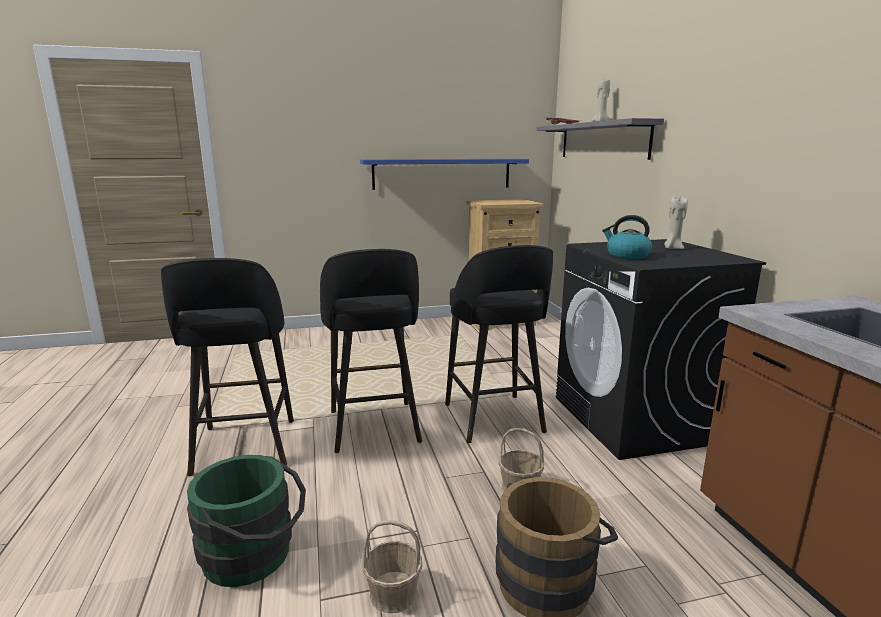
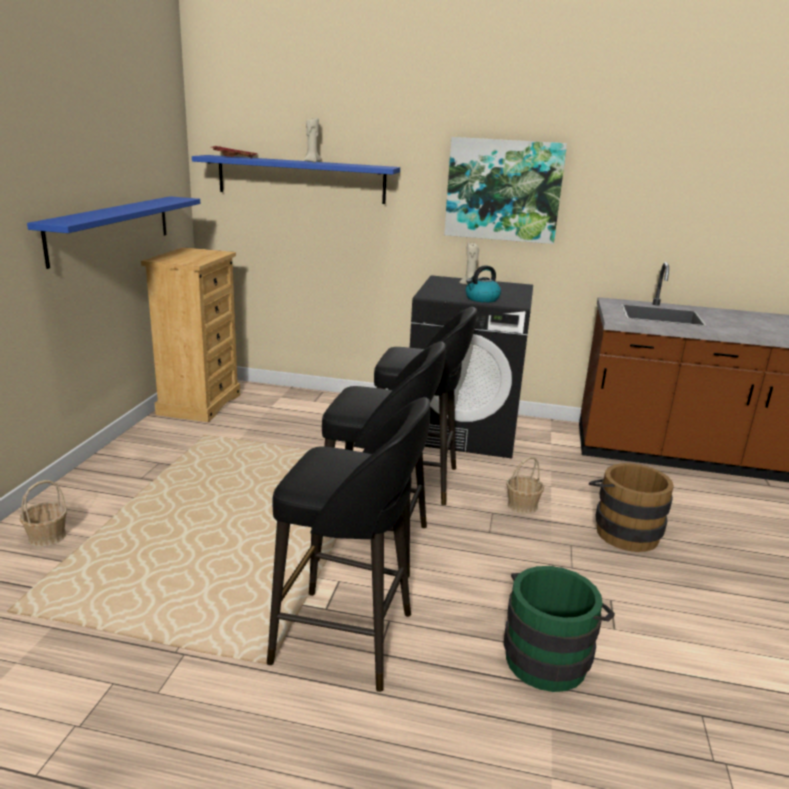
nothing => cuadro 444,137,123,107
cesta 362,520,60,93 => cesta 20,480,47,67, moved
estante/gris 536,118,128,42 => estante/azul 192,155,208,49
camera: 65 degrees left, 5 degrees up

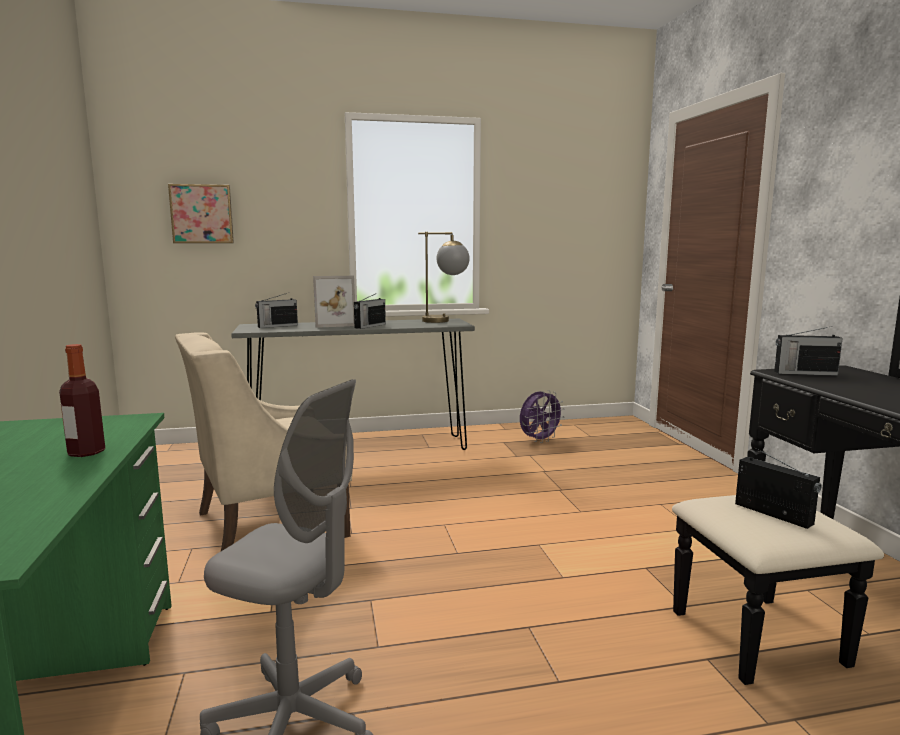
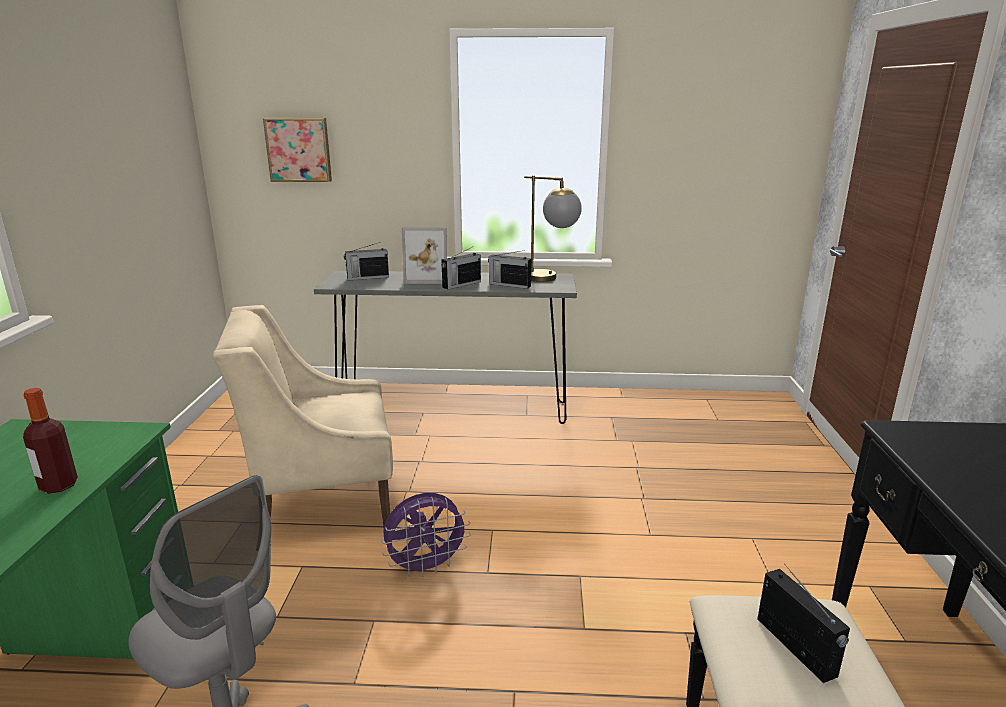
ventilador/morado 520,390,45,53 => ventilador/morado 381,493,89,84, moved
radio 774,326,69,50 => radio 488,251,44,38, moved
camera: 15 degrees right, 10 degrees up

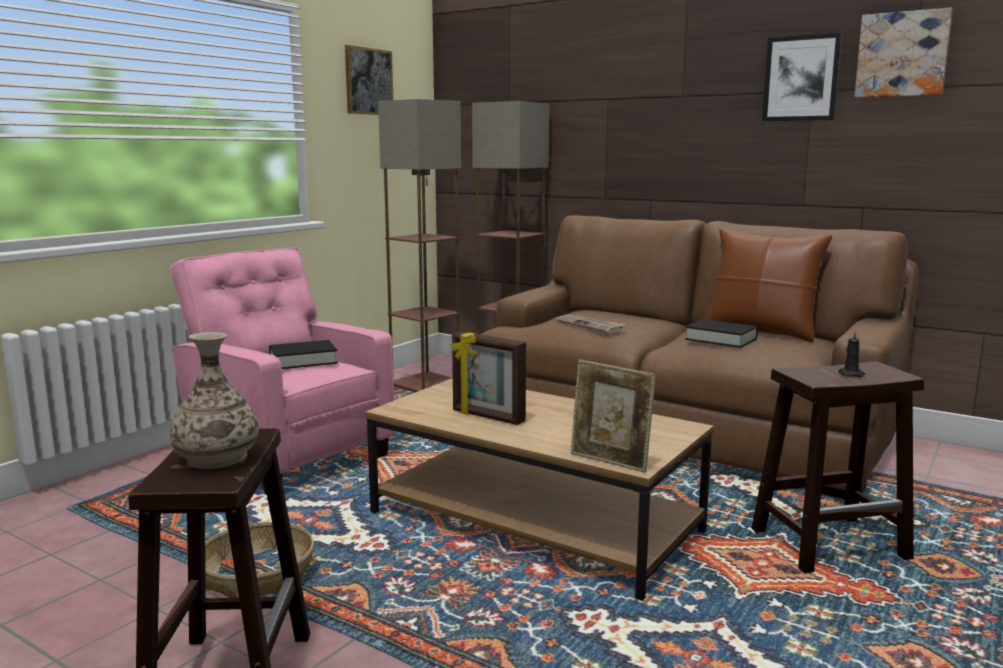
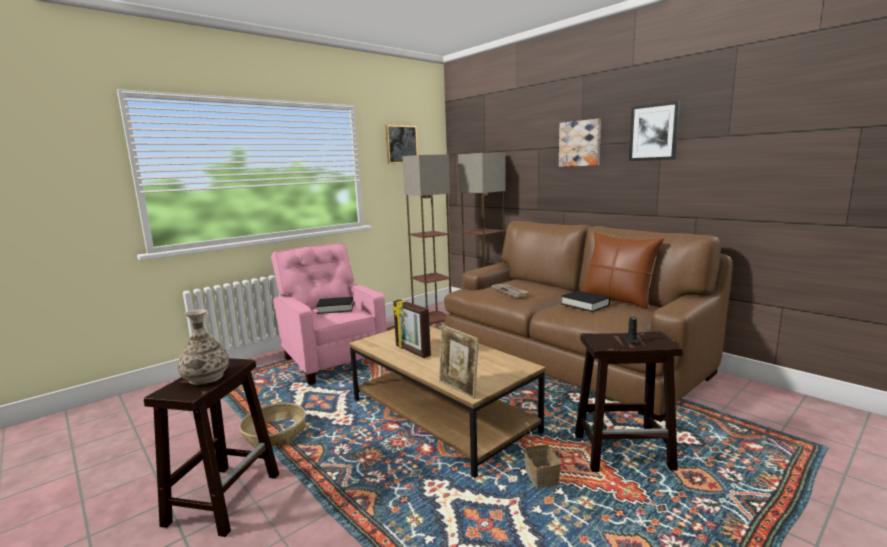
nothing => cesta 524,418,38,70
cuadro 854,8,99,90 => cuadro 559,119,42,48, moved
camera: 15 degrees right, 0 degrees up

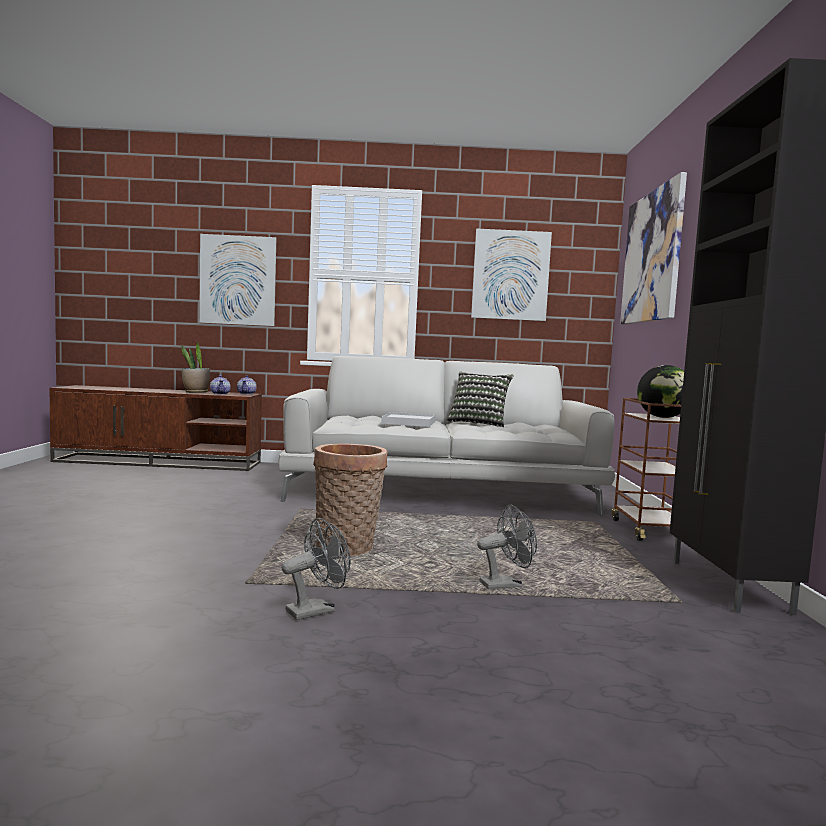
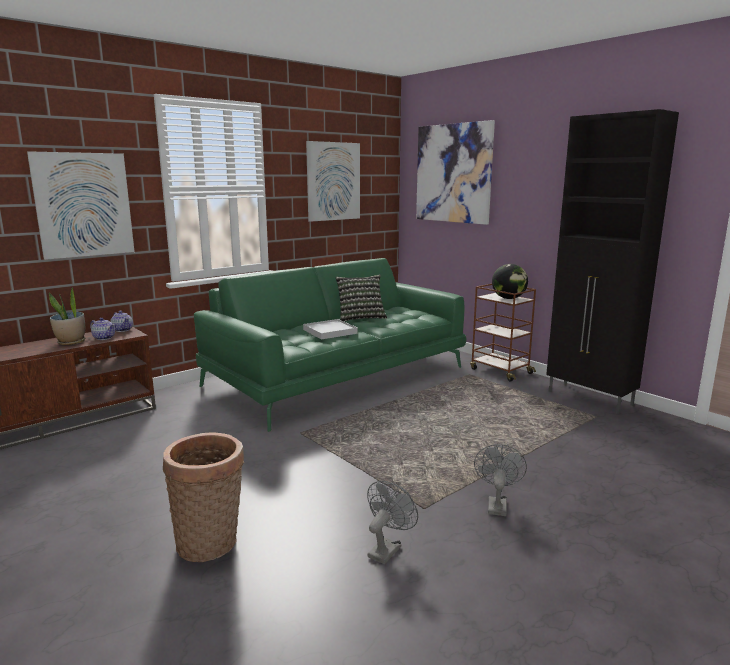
cesta 313,443,74,113 => cesta 163,432,81,130, moved
ventilador/gris 477,505,60,84 => ventilador/gris 367,481,51,83, moved
sofá/blanco 278,356,337,160 => sofá/verde 194,258,272,174
camera: 40 degrees left, 10 degrees up

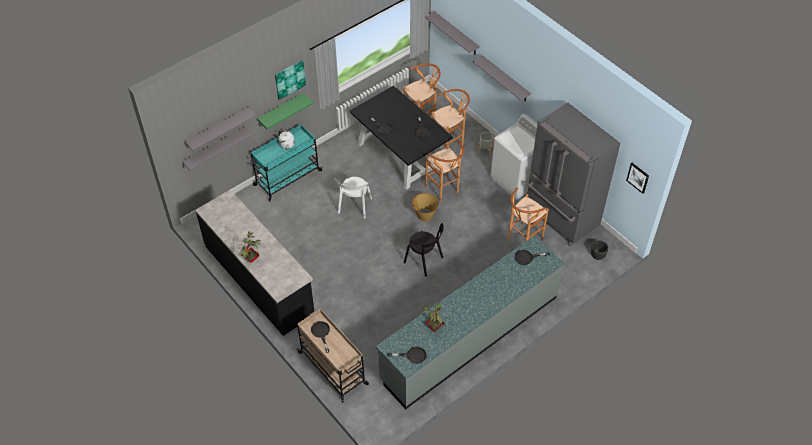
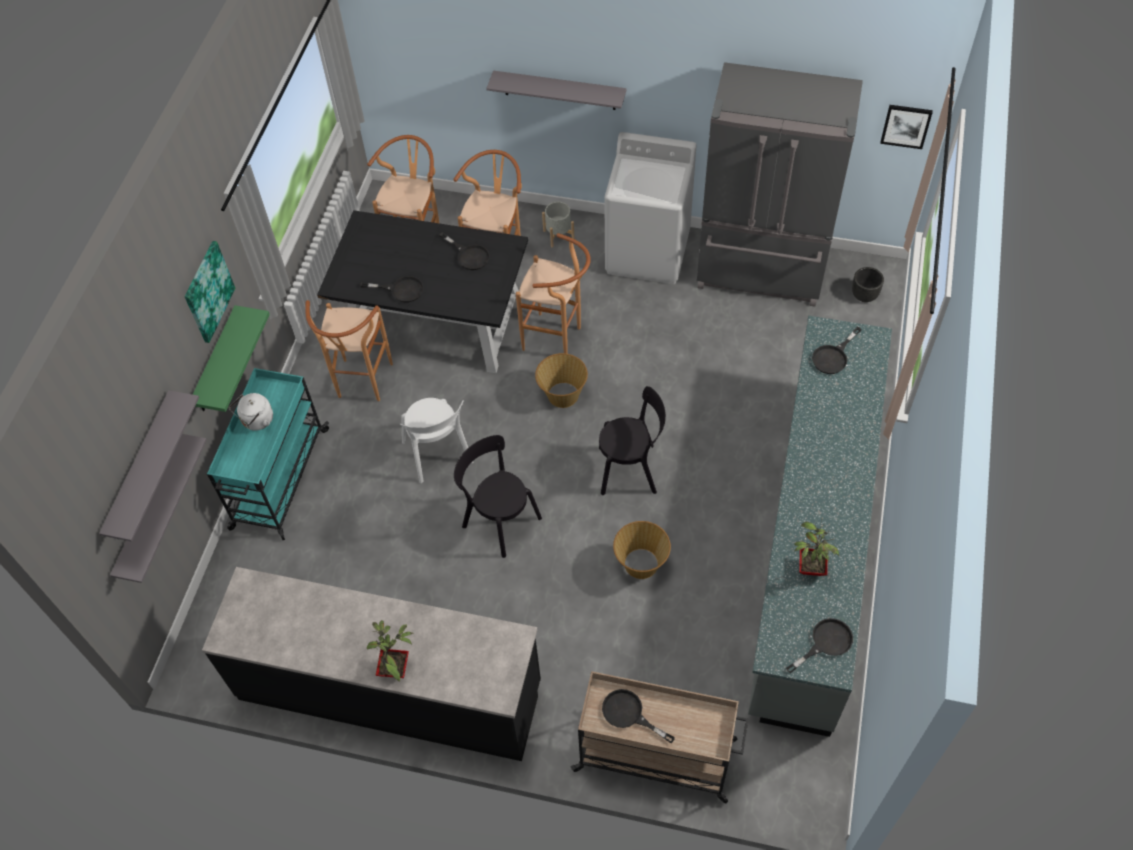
estante/gris 425,11,55,44 => nothing
nothing => silla/negro 454,435,88,123
nothing => cesta 613,521,58,58
taburete/marrón 508,187,41,55 => taburete/marrón 305,300,88,101, moved
camera: 35 degrees left, 5 degrees up

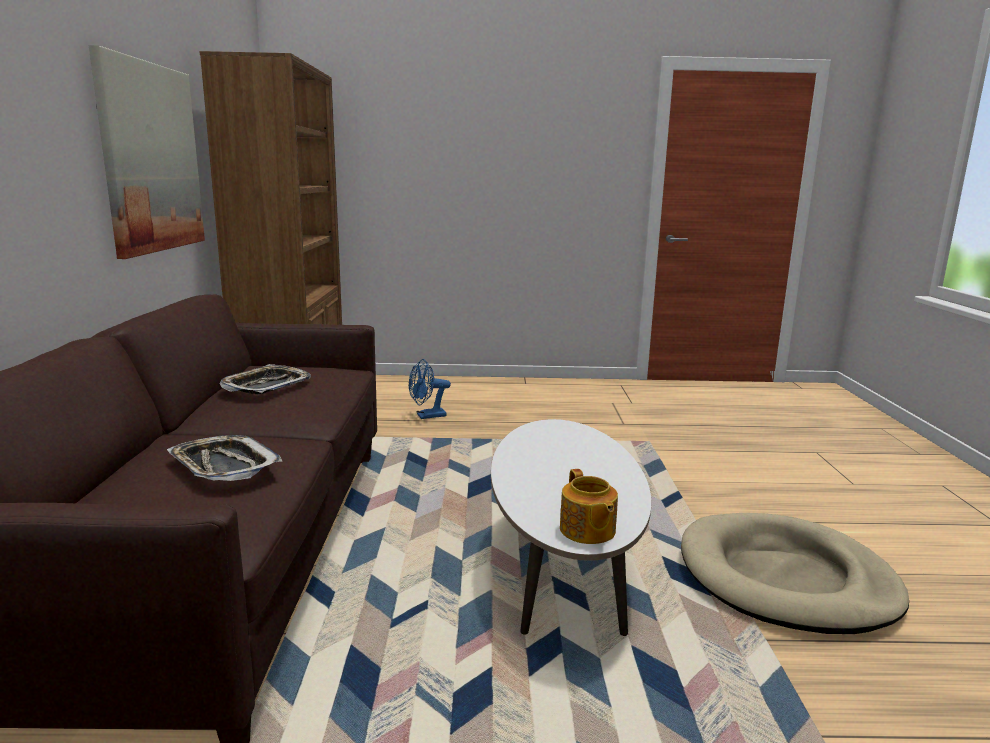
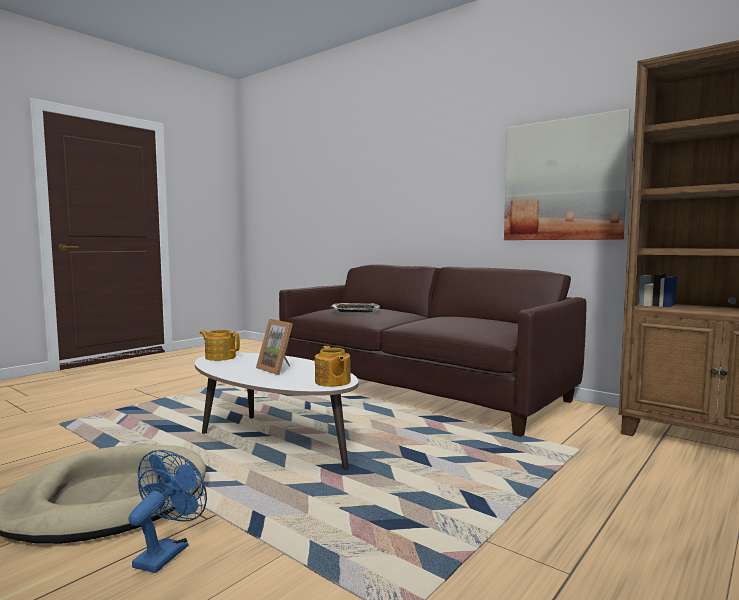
bandeja 219,364,92,30 => nothing
nothing => portarretratos 256,319,37,56
nothing => tetera 315,346,36,41
ventilador/azul 409,359,42,60 => ventilador/azul 128,450,79,123, moved
camera: 130 degrees right, 10 degrees down

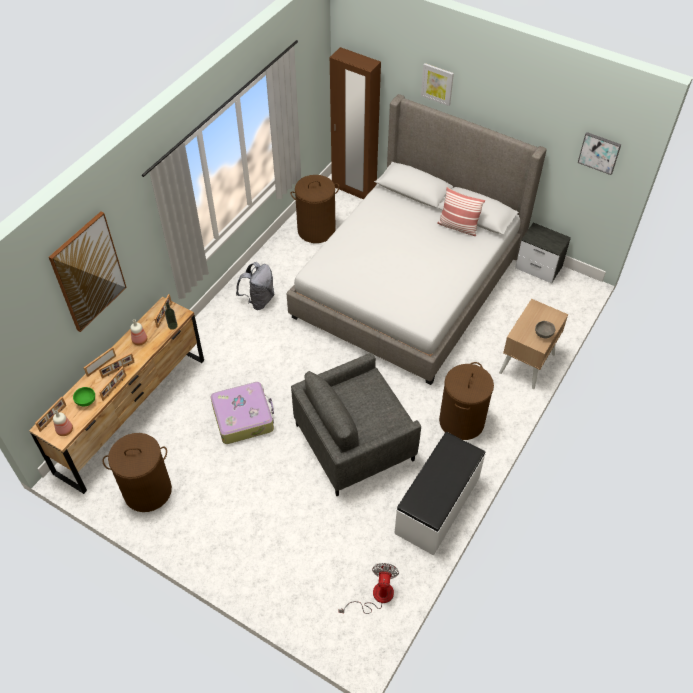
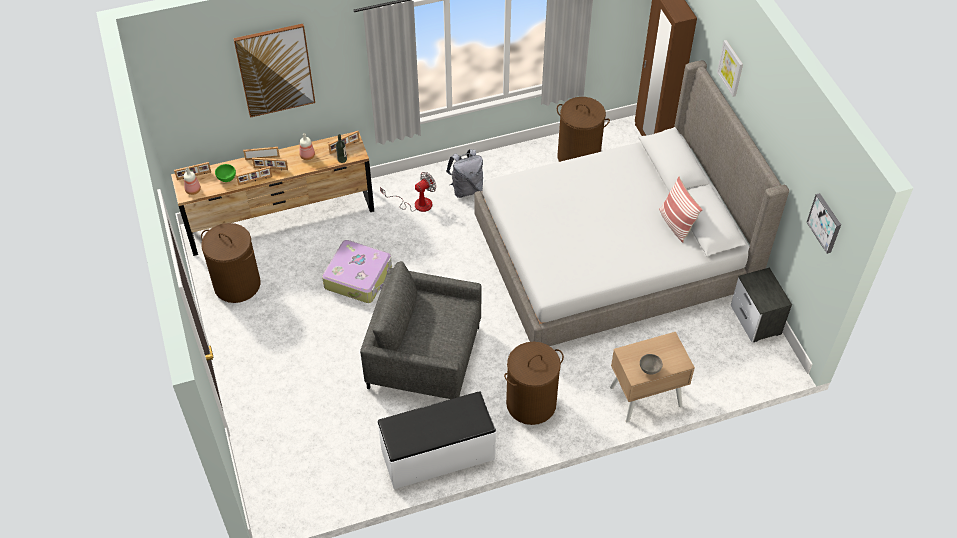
ventilador 338,563,61,51 => ventilador 380,172,56,40, moved
camera: 40 degrees right, 0 degrees up

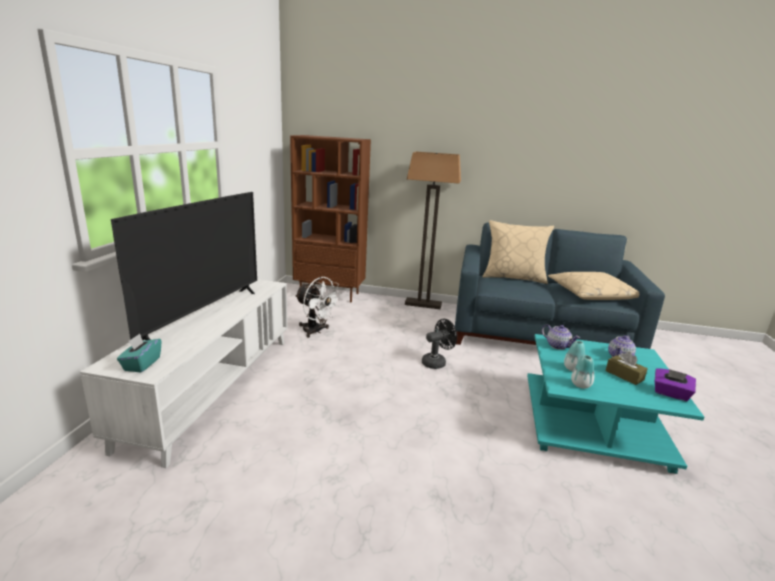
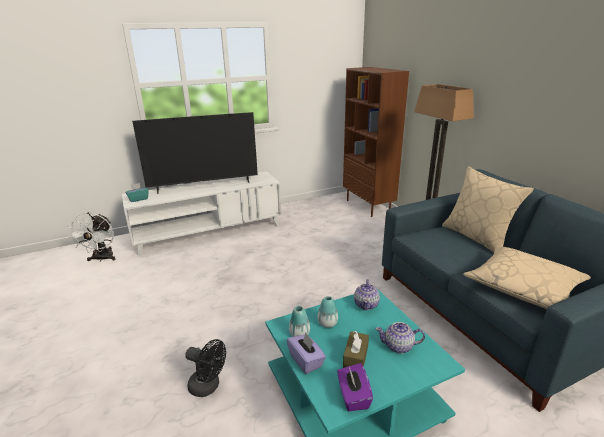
nothing => caja de pañuelos/morado 287,332,39,42
ventilador/blanco 295,277,47,61 => ventilador/blanco 68,212,47,50, moved
ventilador/negro 422,319,35,50 => ventilador/negro 185,339,41,58, moved
camera: 55 degrees right, 5 degrees up

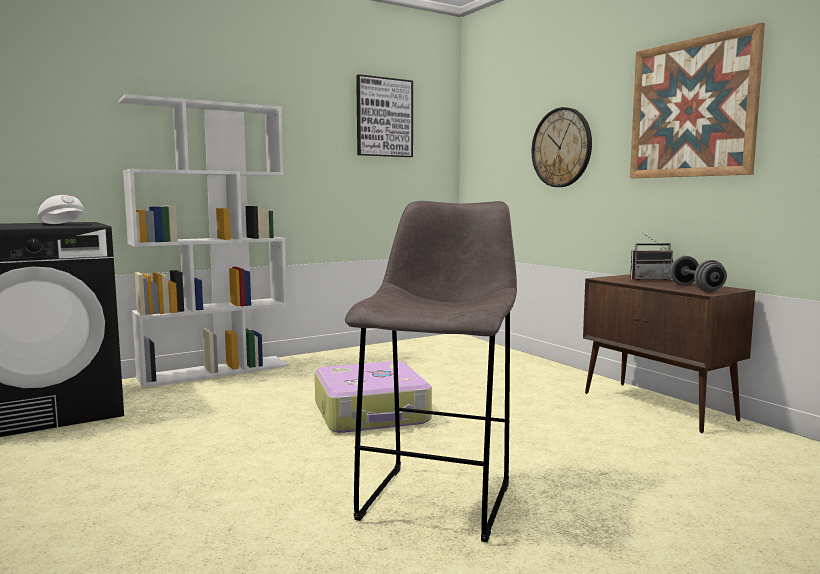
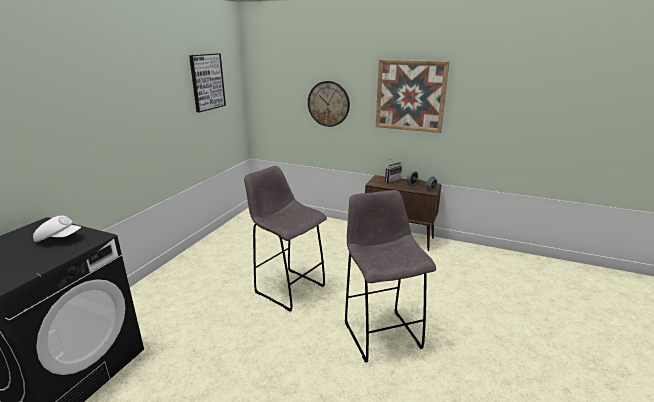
estantería/blanco 118,94,171,294 => nothing
maleta 315,361,117,72 => taburete/gris 244,166,83,146
camera: 35 degrees left, 15 degrees up

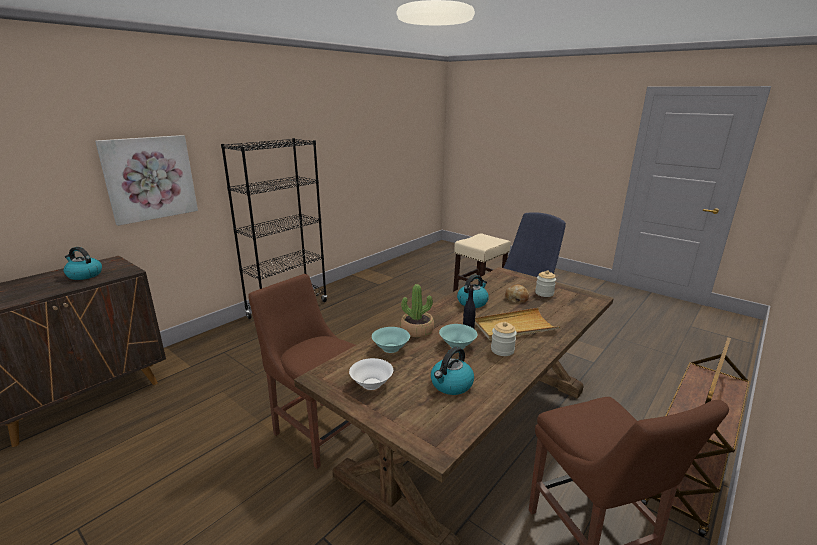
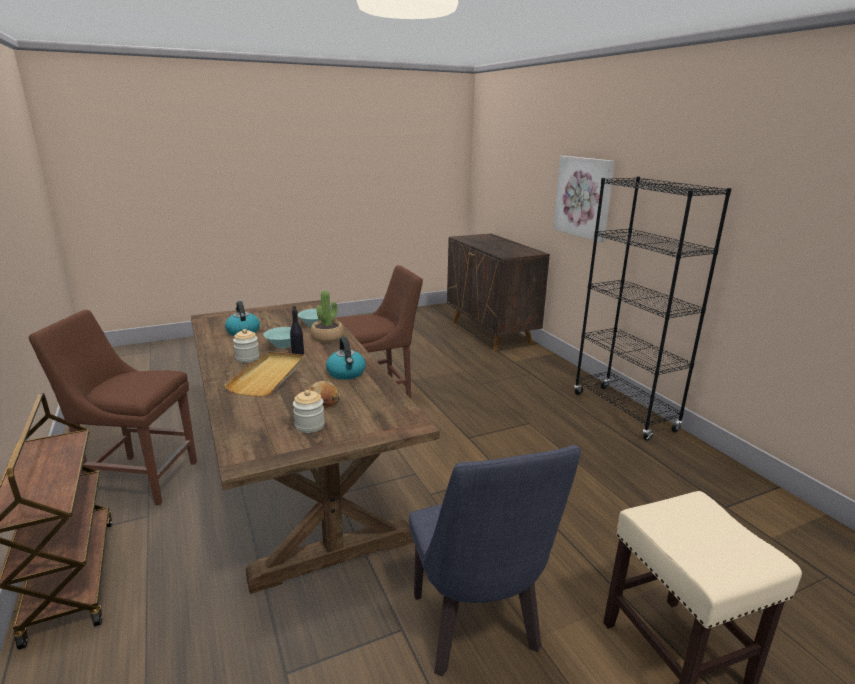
hervidor 64,247,38,33 => nothing
cuenco/blanco 349,358,44,32 => nothing
camera: 115 degrees right, 0 degrees up

